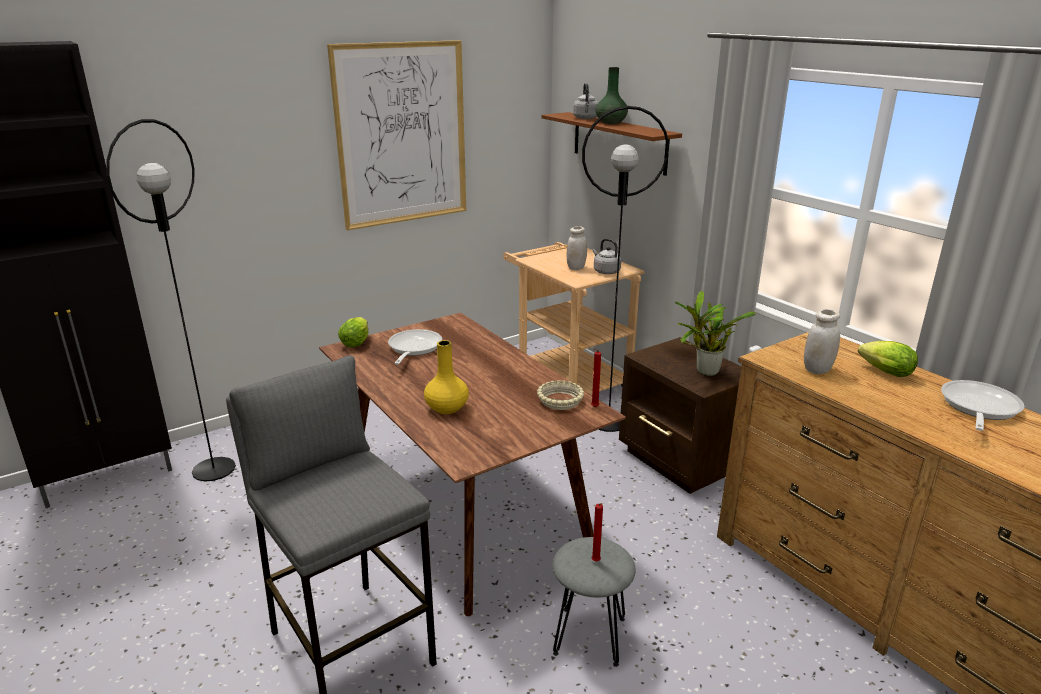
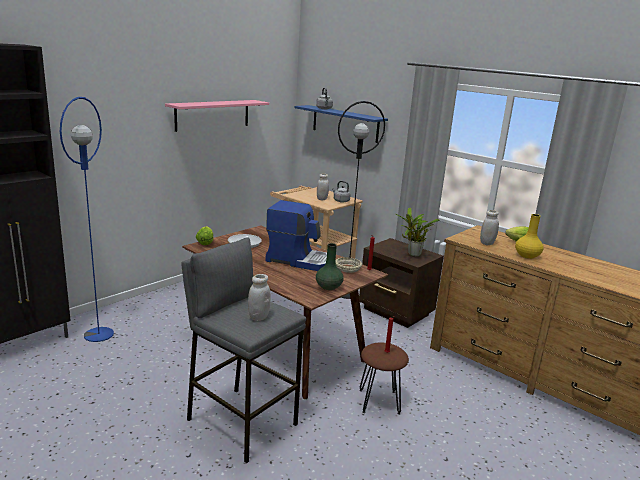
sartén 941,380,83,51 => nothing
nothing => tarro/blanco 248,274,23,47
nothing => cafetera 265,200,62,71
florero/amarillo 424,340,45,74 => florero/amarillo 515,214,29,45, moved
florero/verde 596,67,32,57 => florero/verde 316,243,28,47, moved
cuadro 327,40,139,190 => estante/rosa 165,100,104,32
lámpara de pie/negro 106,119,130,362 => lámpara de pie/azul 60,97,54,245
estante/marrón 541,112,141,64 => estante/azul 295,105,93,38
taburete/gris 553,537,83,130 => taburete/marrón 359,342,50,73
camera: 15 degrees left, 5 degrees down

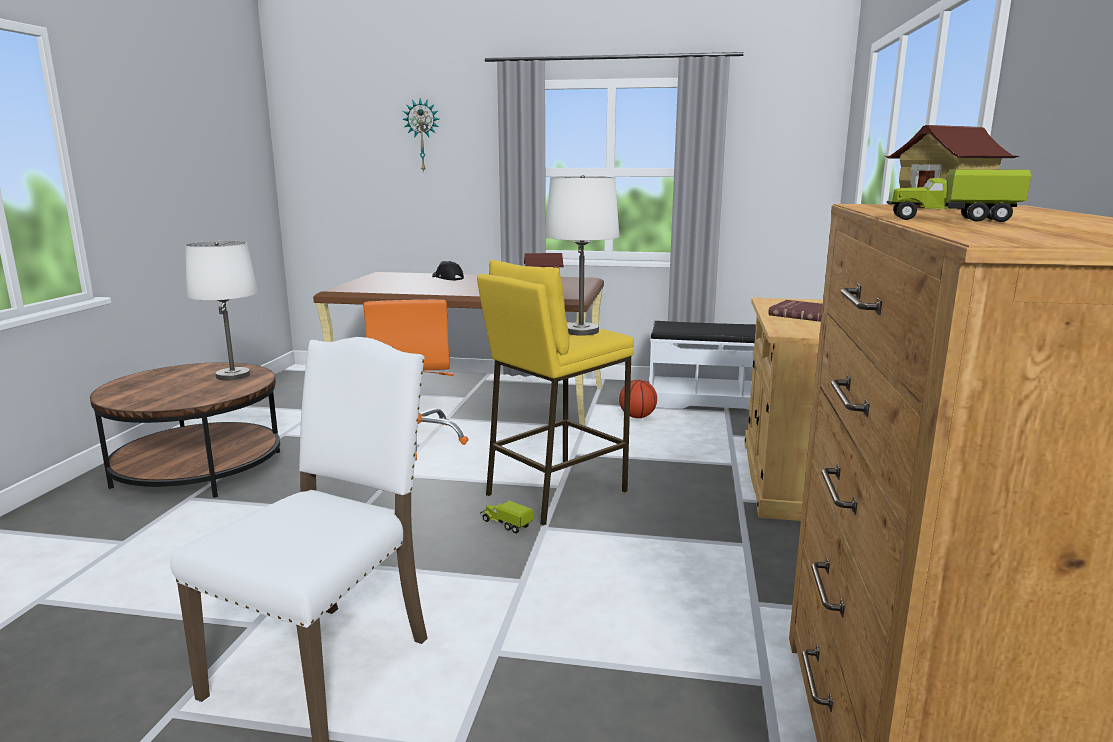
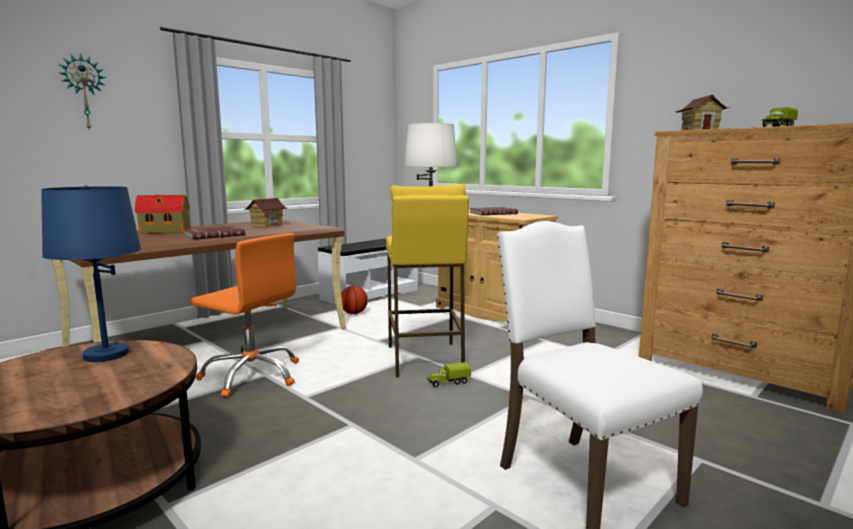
nothing => libro/rojo 184,226,61,14
gorra/negro 432,261,32,19 => casita 135,195,55,39
lámpara de mesa/blanco 185,241,73,139 => lámpara de mesa/azul 41,185,100,177
camera: 55 degrees left, 5 degrees down

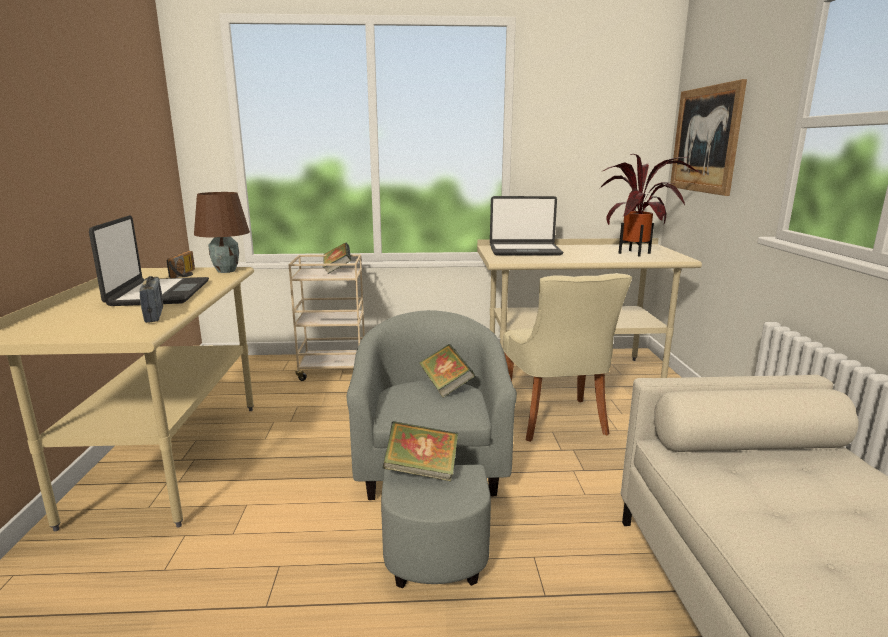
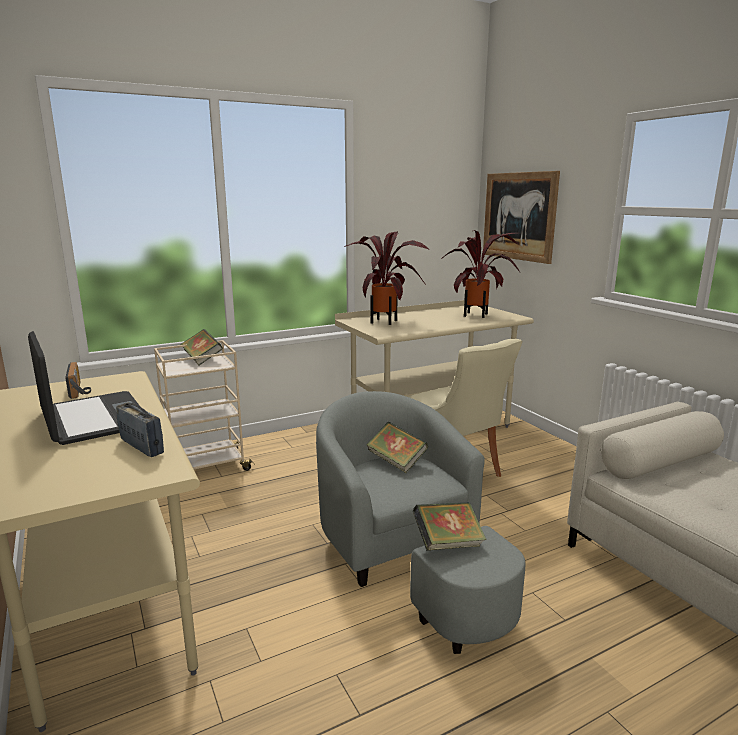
lámpara de mesa/marrón 194,192,56,81 => nothing
portátil 490,196,73,59 => planta en maceta 344,232,85,93
camera: 25 degrees left, 0 degrees up

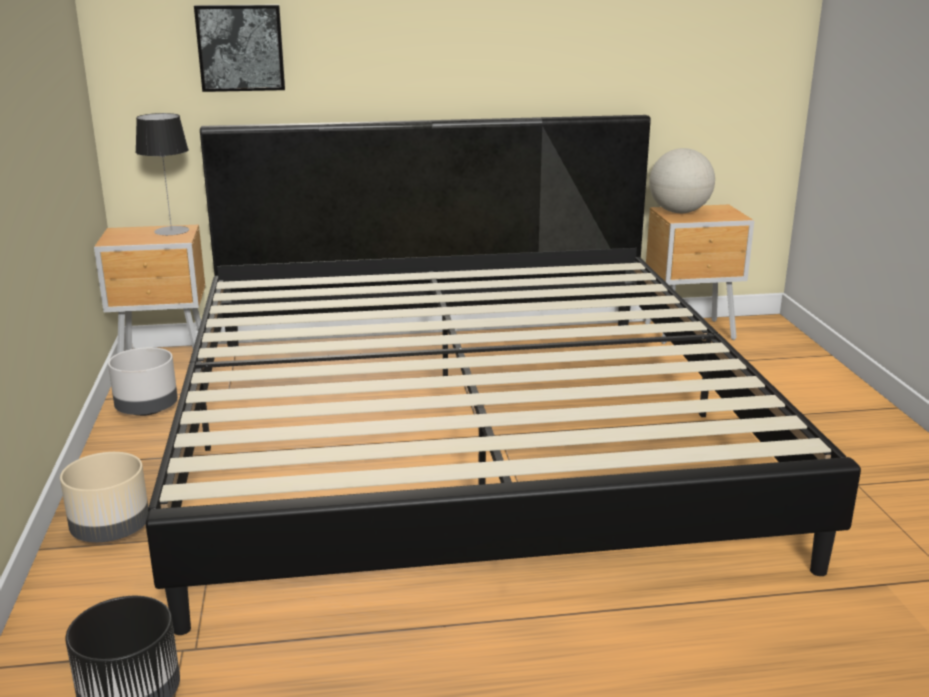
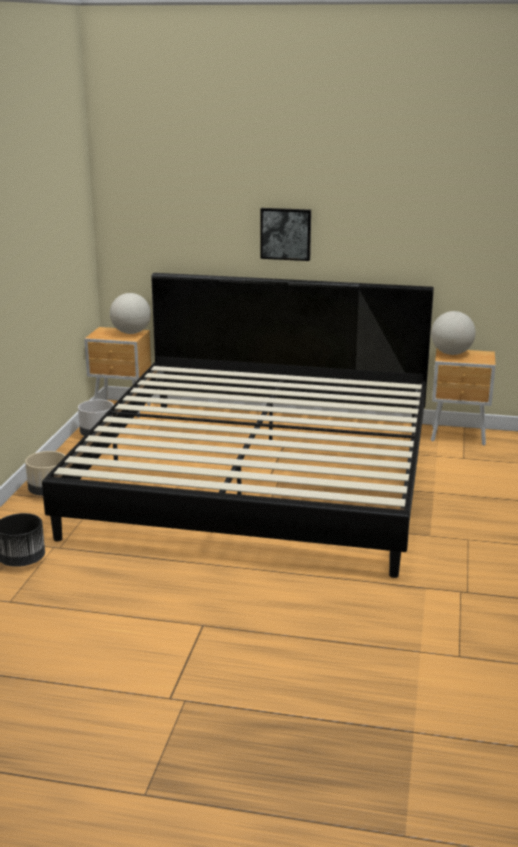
cuadro 194,5,91,87 => cuadro 260,208,51,53, moved
lámpara de mesa 135,113,54,123 => globo terráqueo 110,293,41,41
camera: 20 degrees right, 0 degrees up

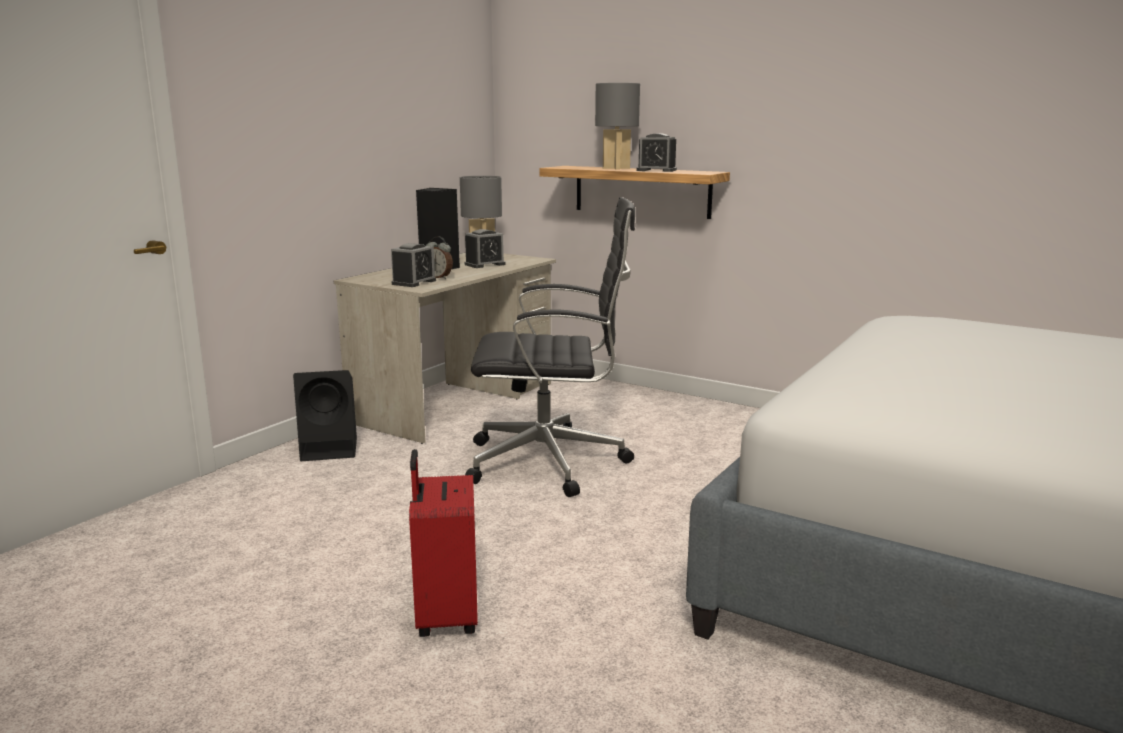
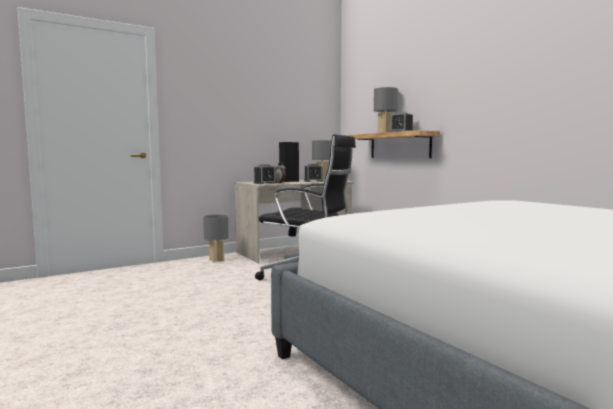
maleta/rojo 409,449,69,188 => nothing
altavoz/negro 293,370,64,91 => lámpara de mesa/gris 203,215,26,47
camera: 25 degrees right, 10 degrees down

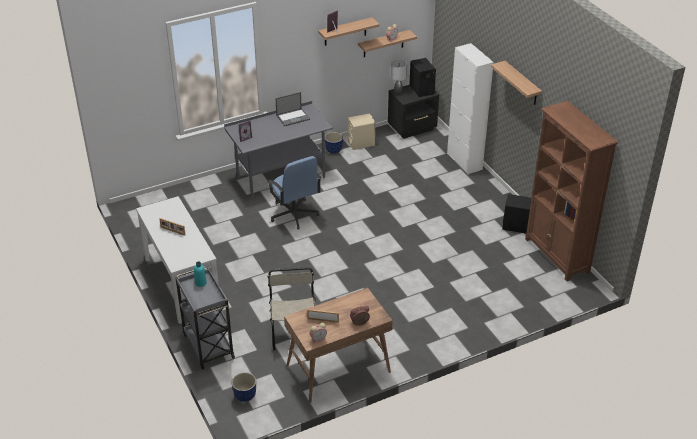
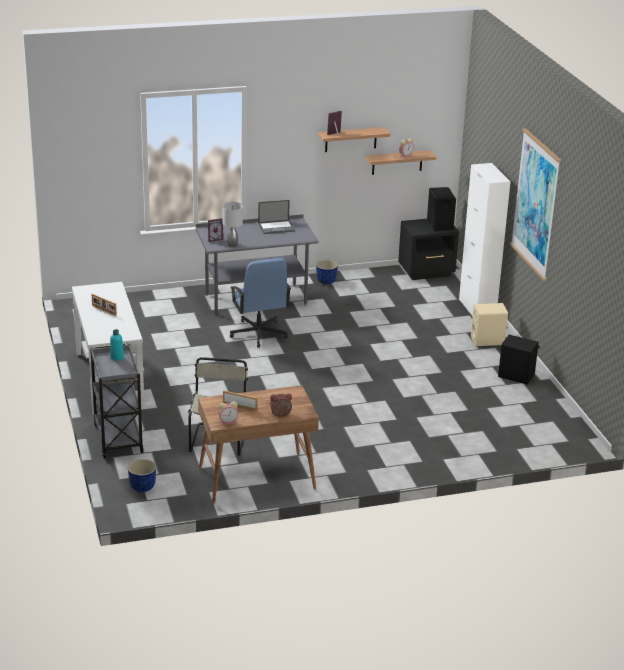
estantería/marrón 525,101,93,180 => nothing
altavoz/beis 348,113,27,37 => altavoz/beis 471,303,37,43, moved
lámpara de mesa/gris 391,59,16,36 => lámpara de mesa/gris 222,202,21,45, moved
estante 491,61,51,44 => cuadro 510,128,51,153
camera: 10 degrees right, 10 degrees down

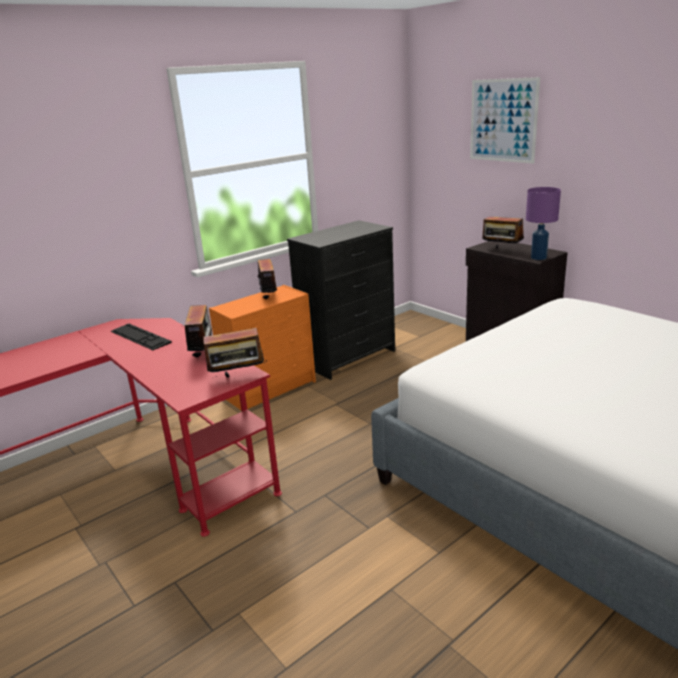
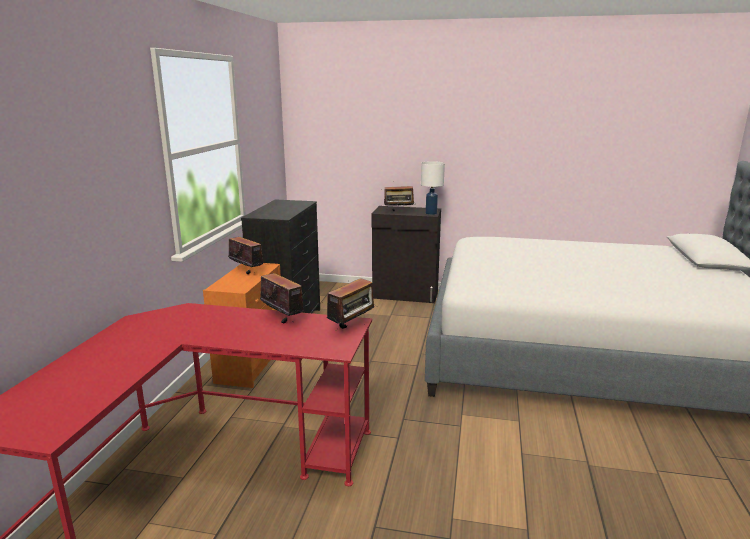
teclado 111,323,61,27 => nothing
cuadro 470,77,70,86 => nothing
lámpara de mesa/morado 526,187,35,73 => lámpara de mesa/blanco 421,161,24,54
camera: 40 degrees left, 5 degrees down

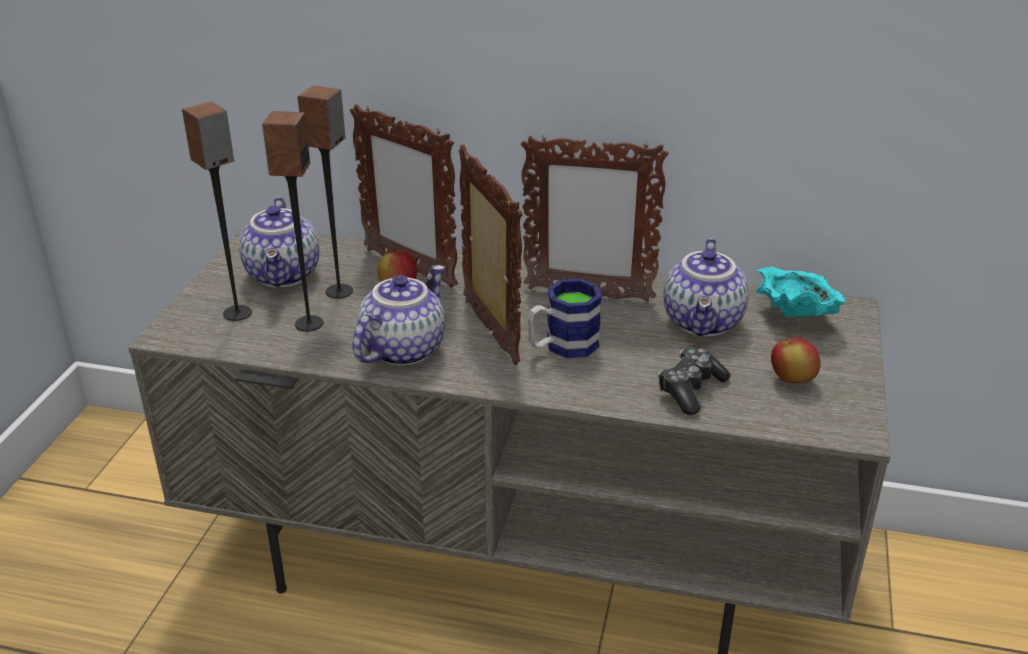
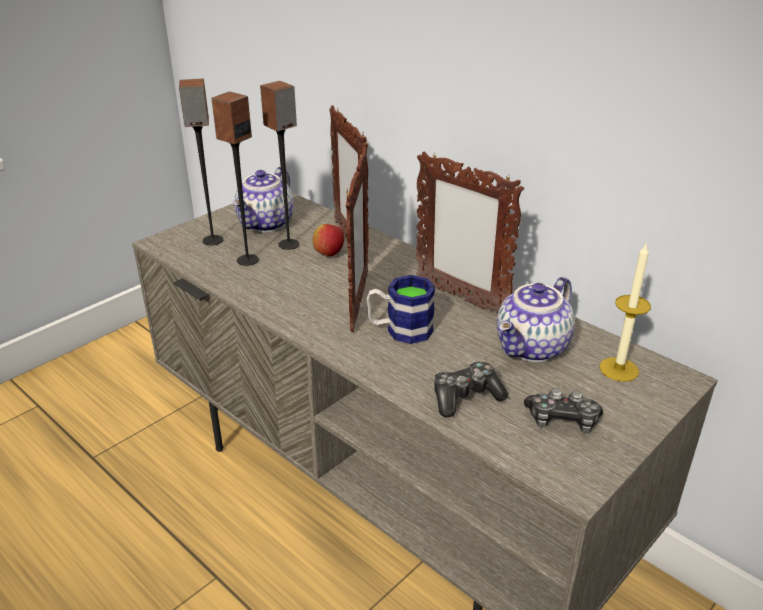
tetera 352,265,93,101 => nothing
cuenco/turquesa 756,267,89,50 => vela 600,244,51,138
manzana 771,337,50,46 => mando de consola 524,388,79,45
camera: 30 degrees right, 0 degrees up

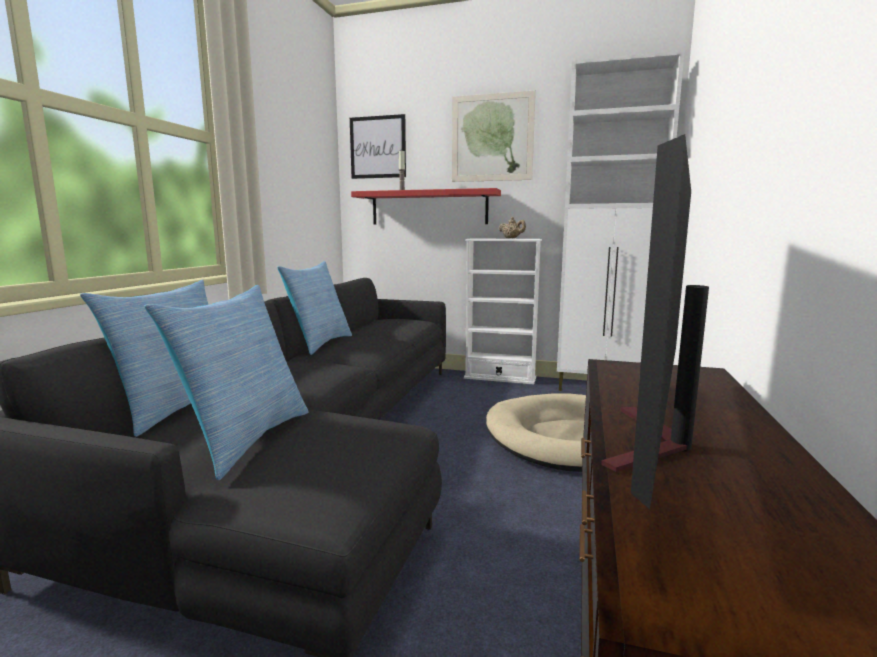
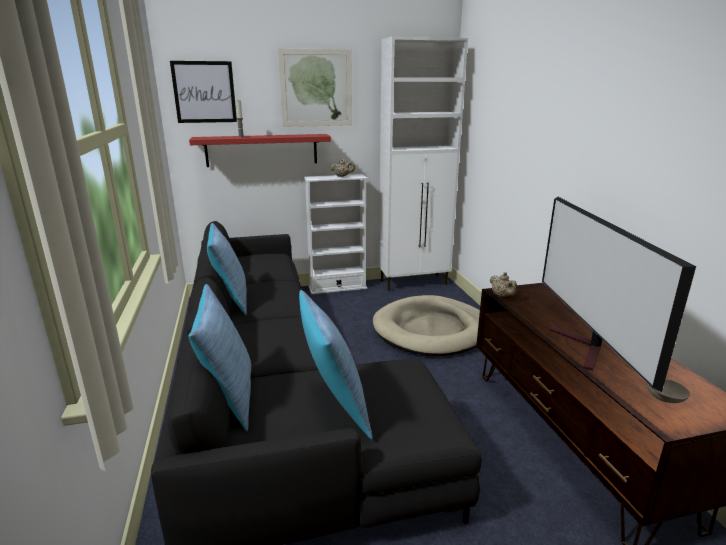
nothing => tetera/beis 490,272,27,25
nothing => cuenco/beis 646,379,44,24
camera: 30 degrees left, 10 degrees up

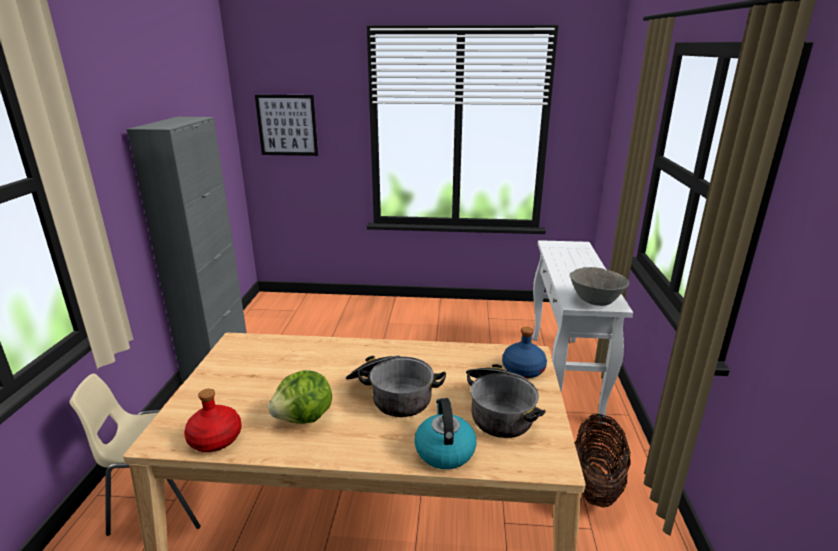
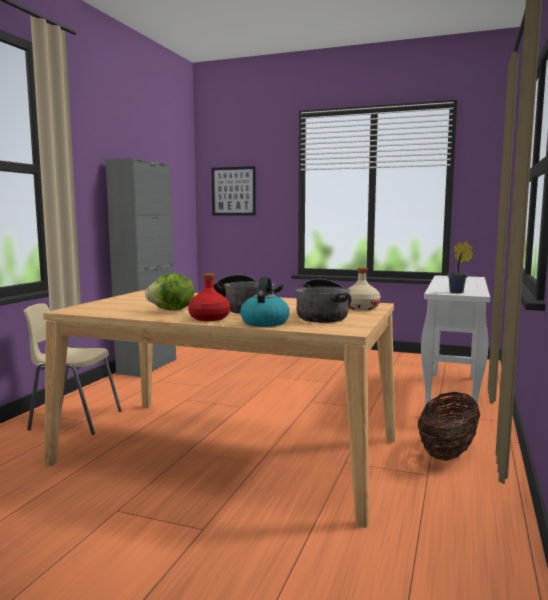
botella/rojo 184,389,58,63 => botella/rojo 188,273,42,48, moved
cuenco/gris 570,267,59,39 => planta en maceta 448,241,26,52
botella/azul 502,327,45,51 => botella/beis 348,267,33,43
camera: 15 degrees right, 15 degrees down

